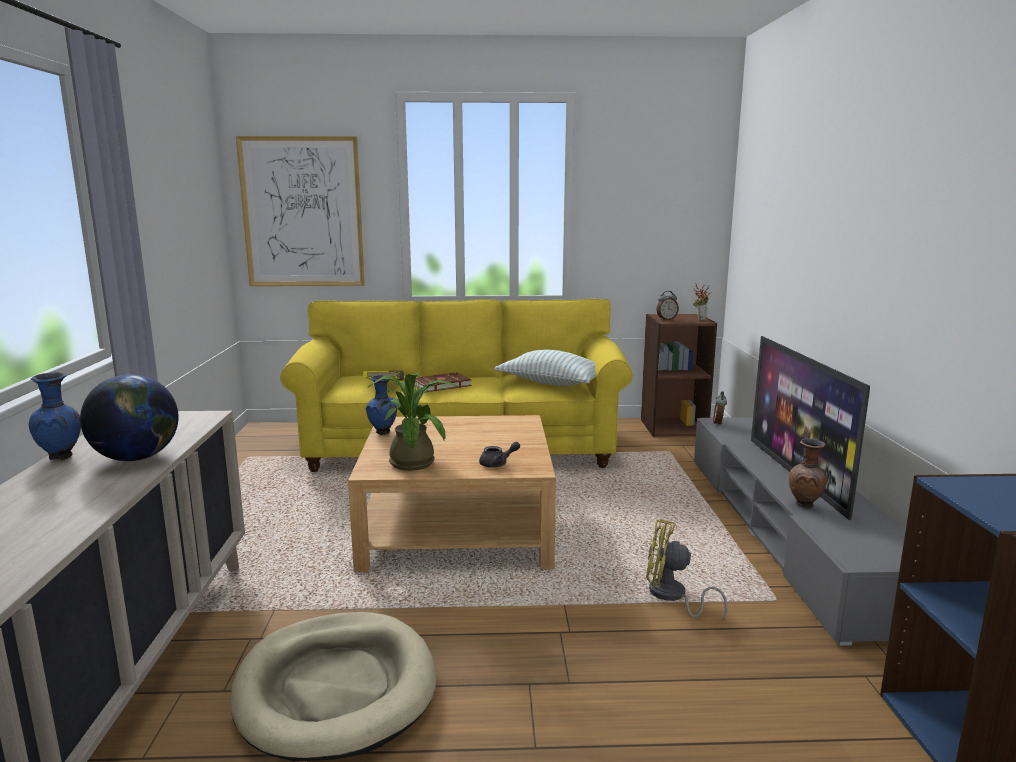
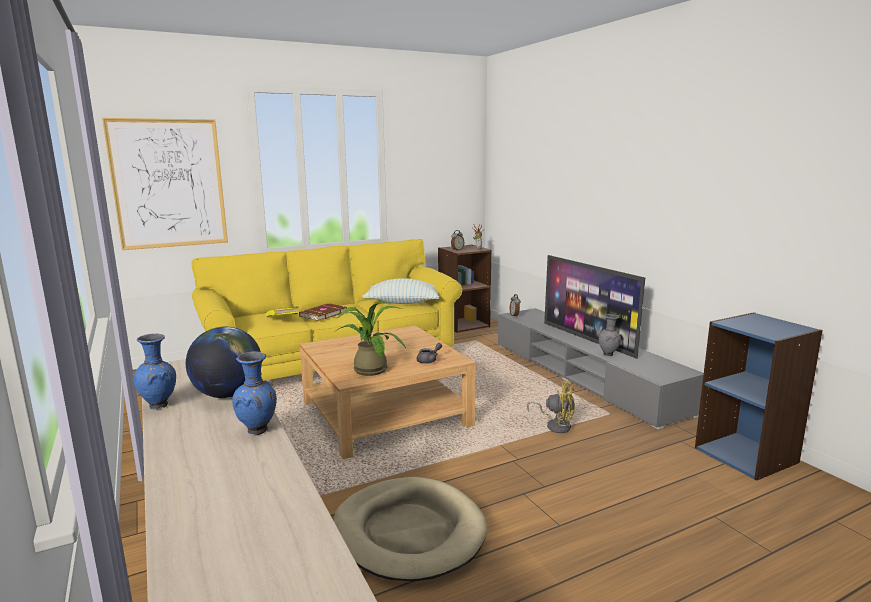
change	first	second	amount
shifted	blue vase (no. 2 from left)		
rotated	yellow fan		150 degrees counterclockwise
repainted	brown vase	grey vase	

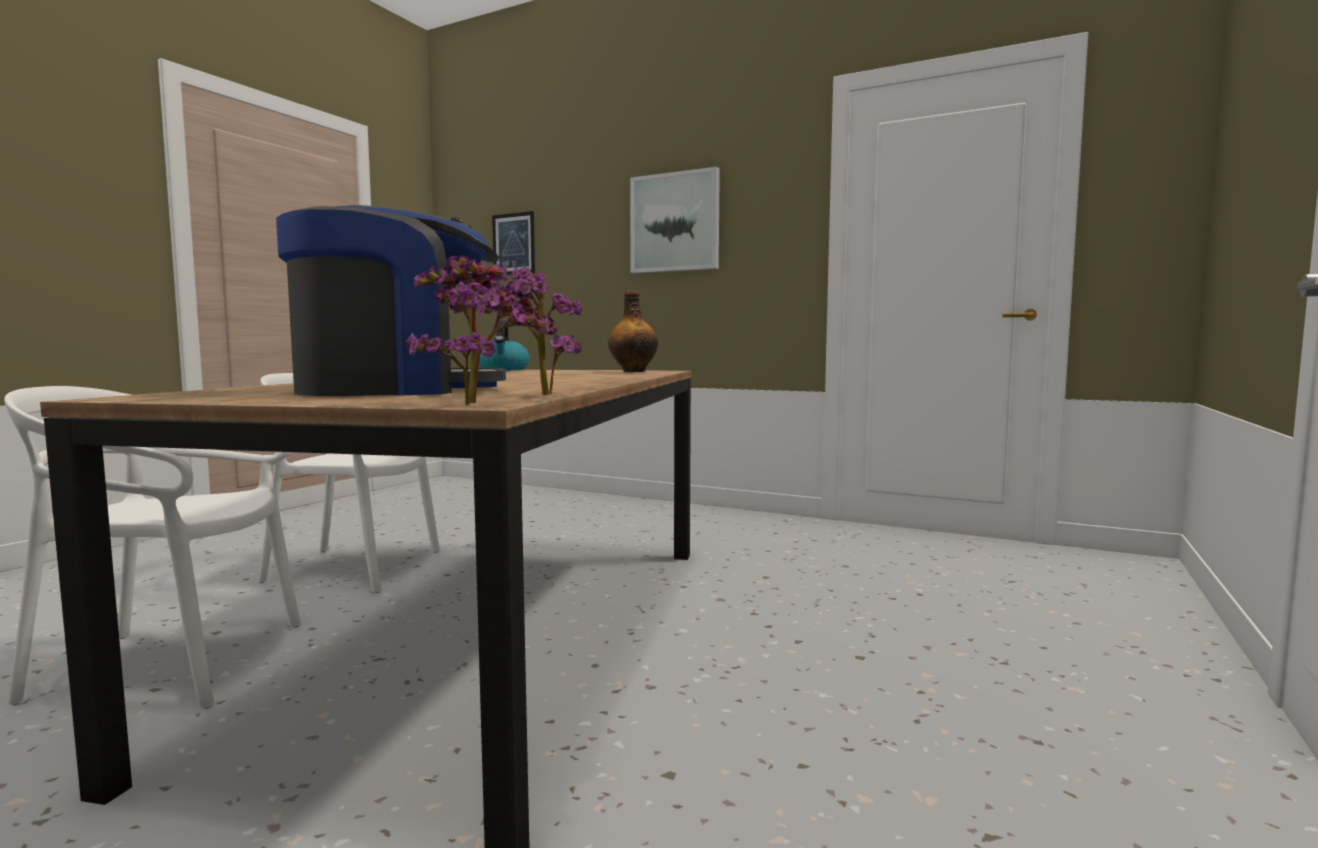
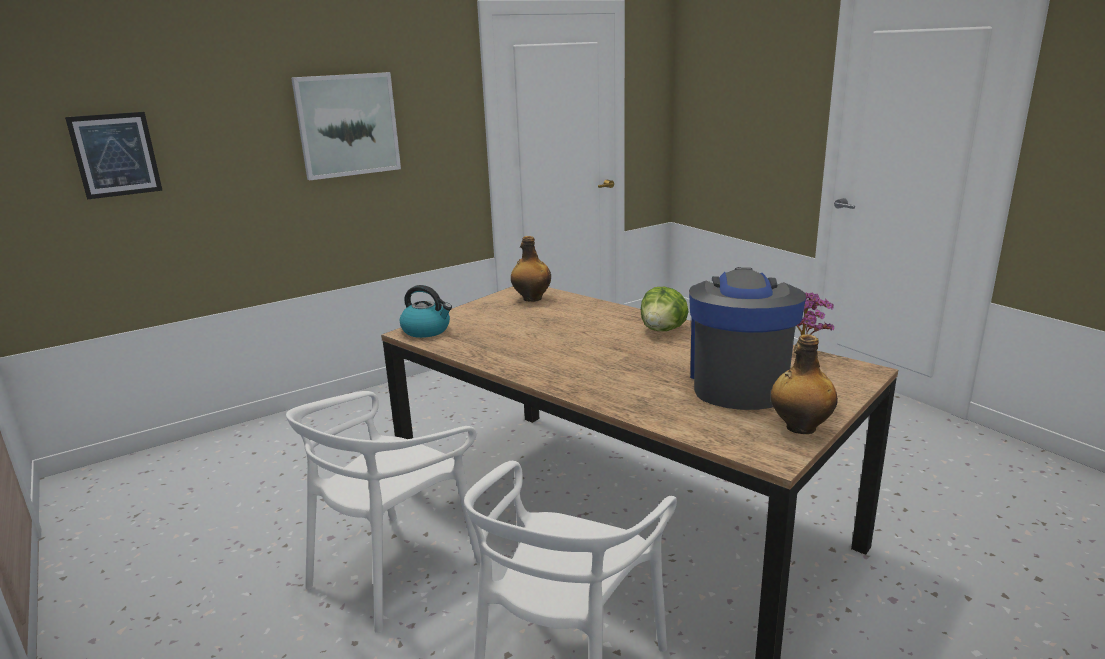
change	first	second	amount
gone	potted plant (no. 1 from left)		
new		lettuce	
new		bottle (no. 2 from left)	

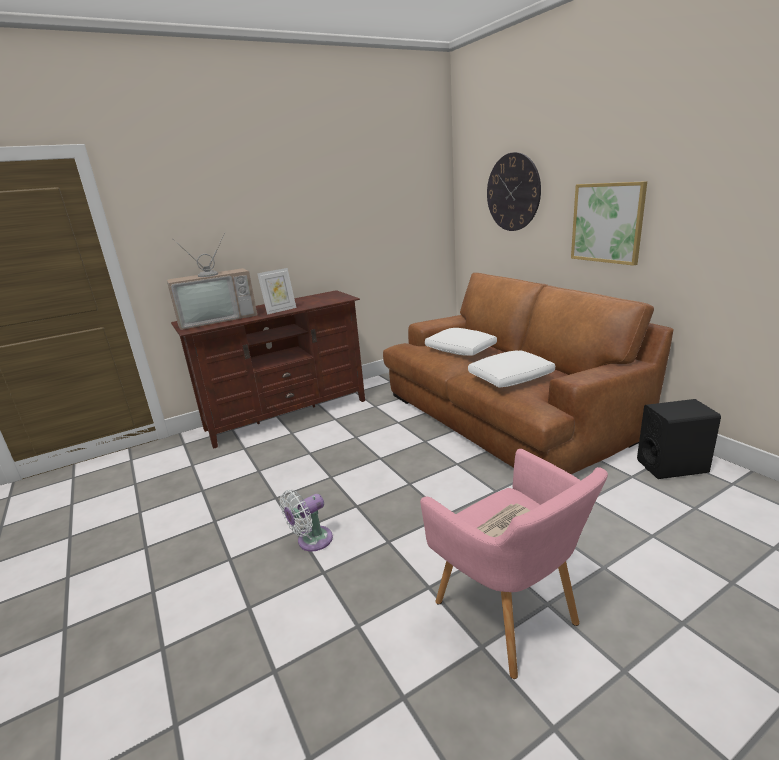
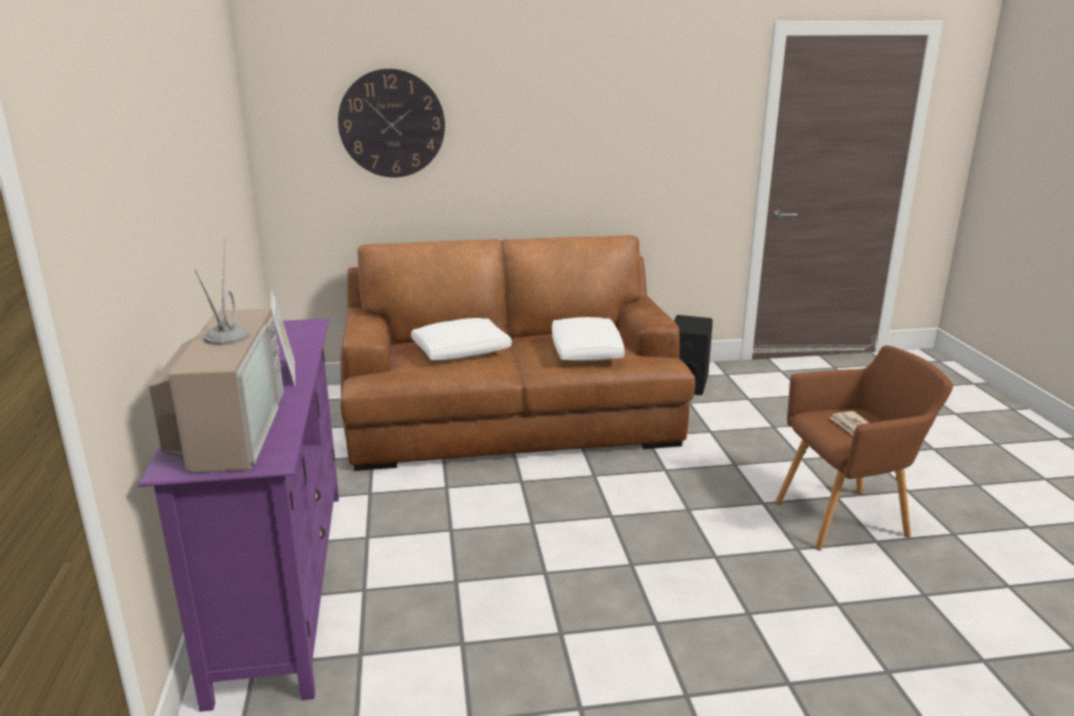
change	first	second	amount
repainted	brown tv stand	purple tv stand	
gone	white fan		
repainted	pink armchair	brown armchair	
gone	picture		

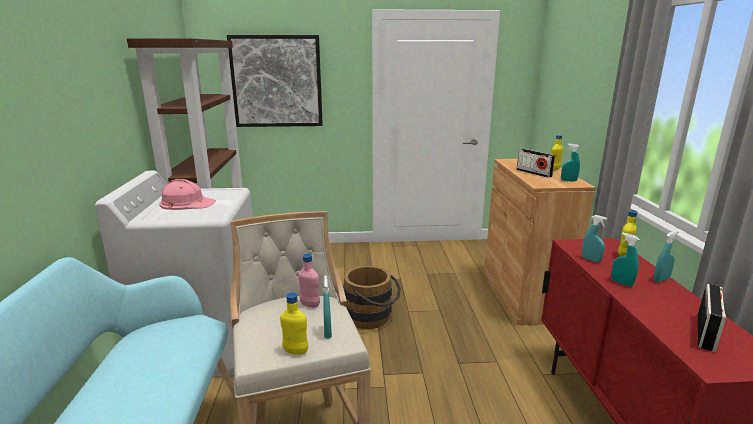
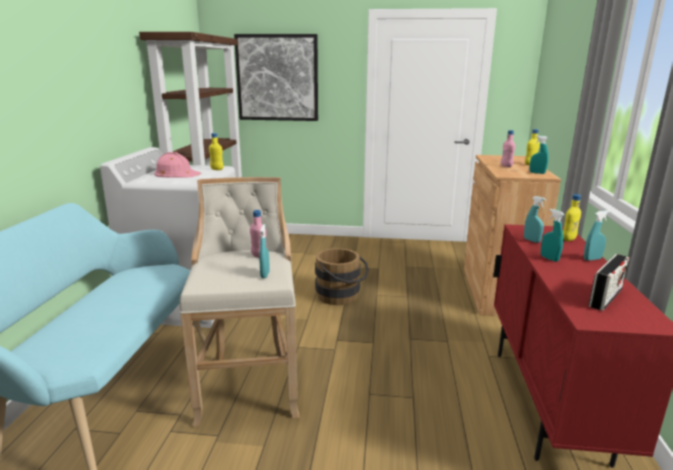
change	first	second	amount
shifted	yellow bottle (no. 1 from left)		
swapped	radio (no. 1 from left)	pink bottle (no. 2 from left)	

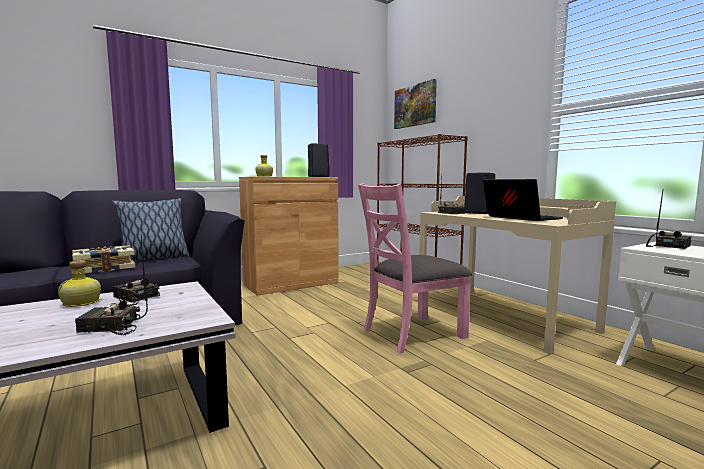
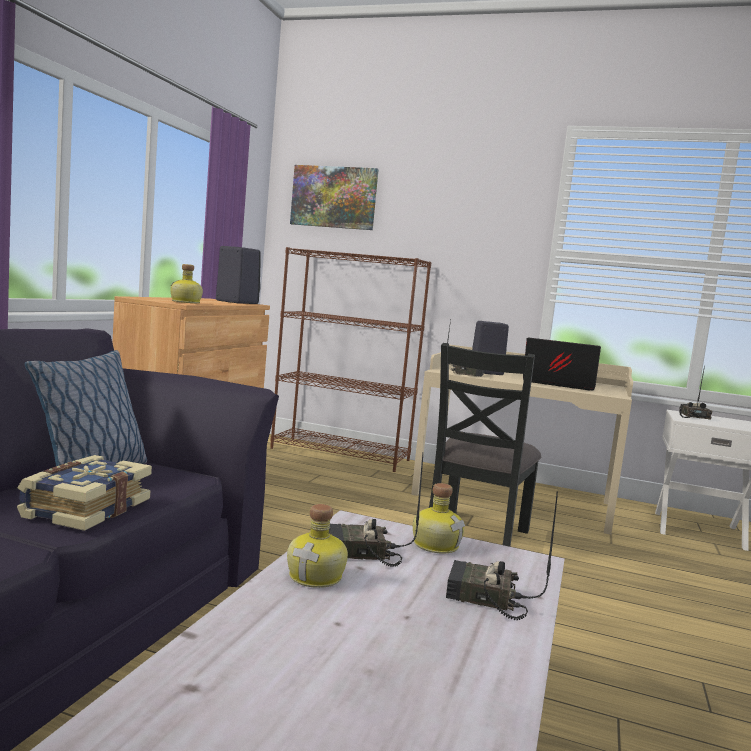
change	first	second	amount
rotated	radio (no. 1 from left in the first image)	radio (no. 3 from left)	60 degrees clockwise
repainted	pink chair	black chair	
new		bottle (no. 3 from left)	

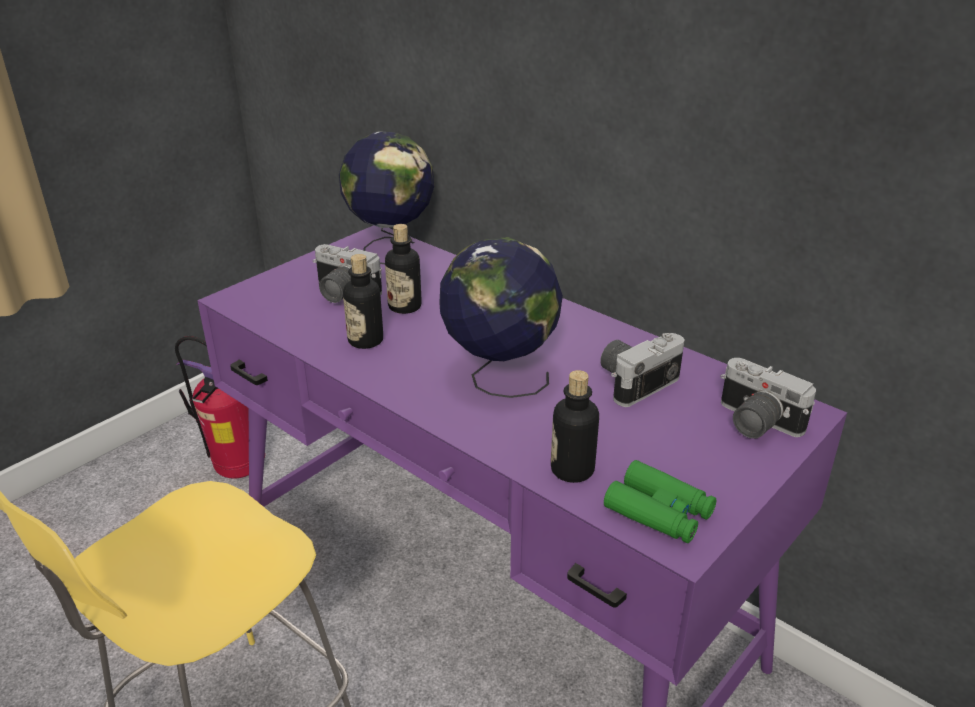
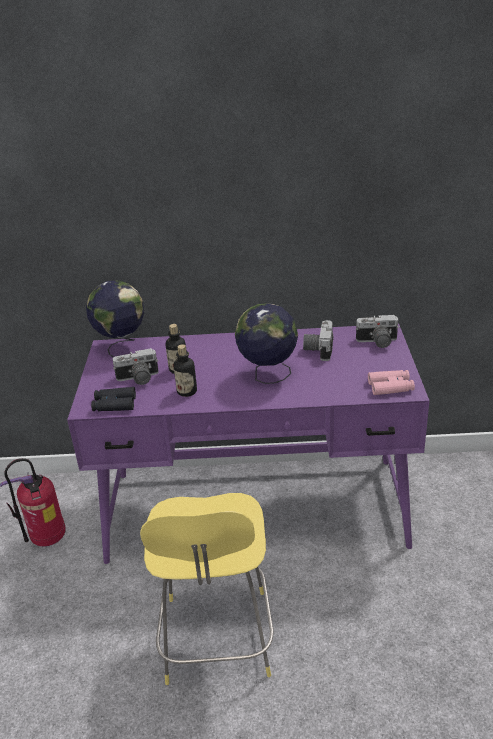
change	first	second	amount
gone	bottle (no. 3 from left)		
repainted	green binoculars	pink binoculars	
new		black binoculars	

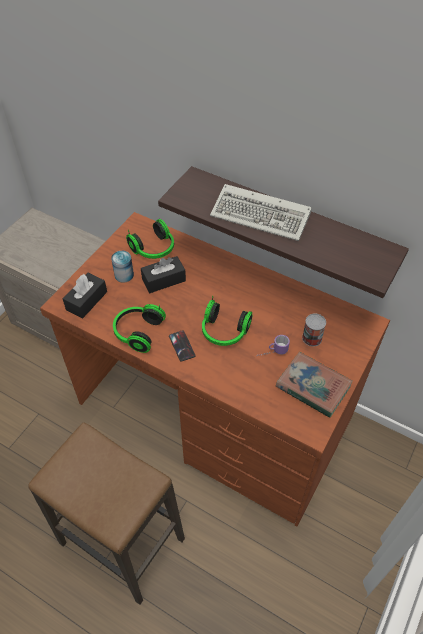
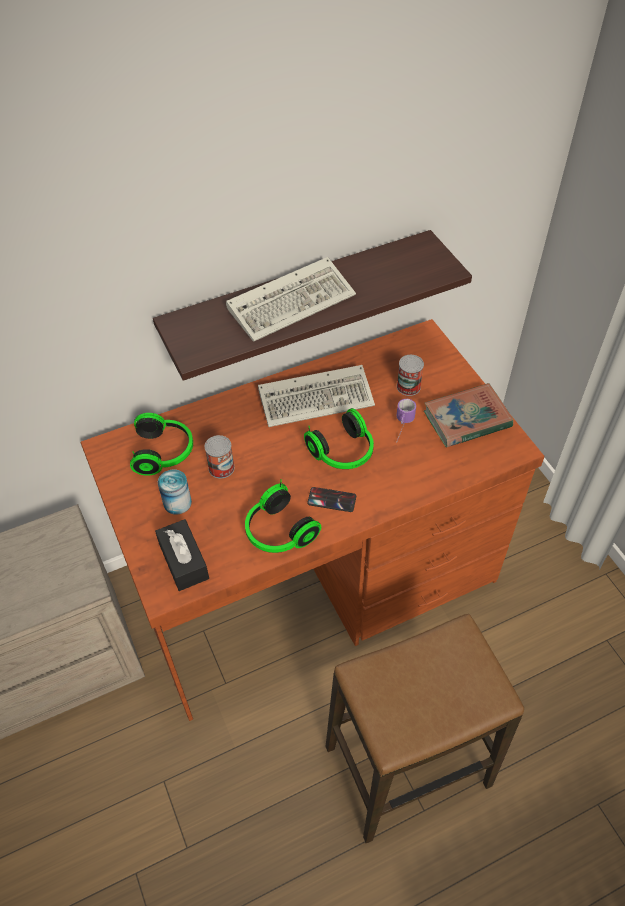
change	first	second	amount
swapped	black tissue box (no. 2 from left)	can (no. 2 from left)	
new		keyboard (no. 2 from left)	

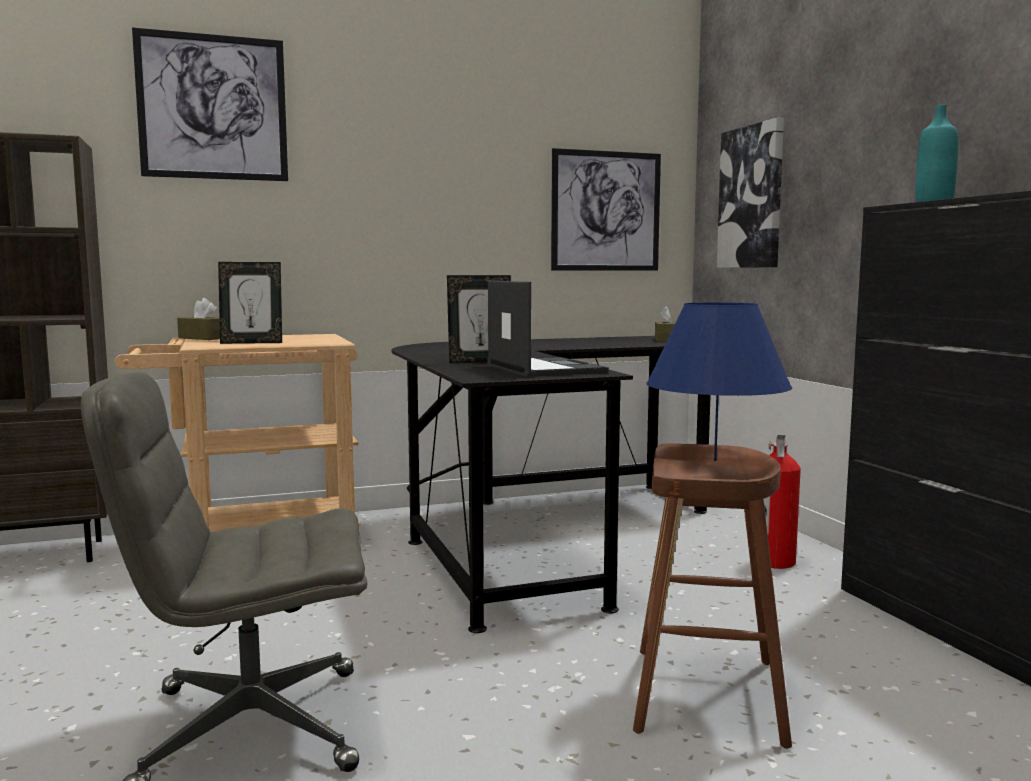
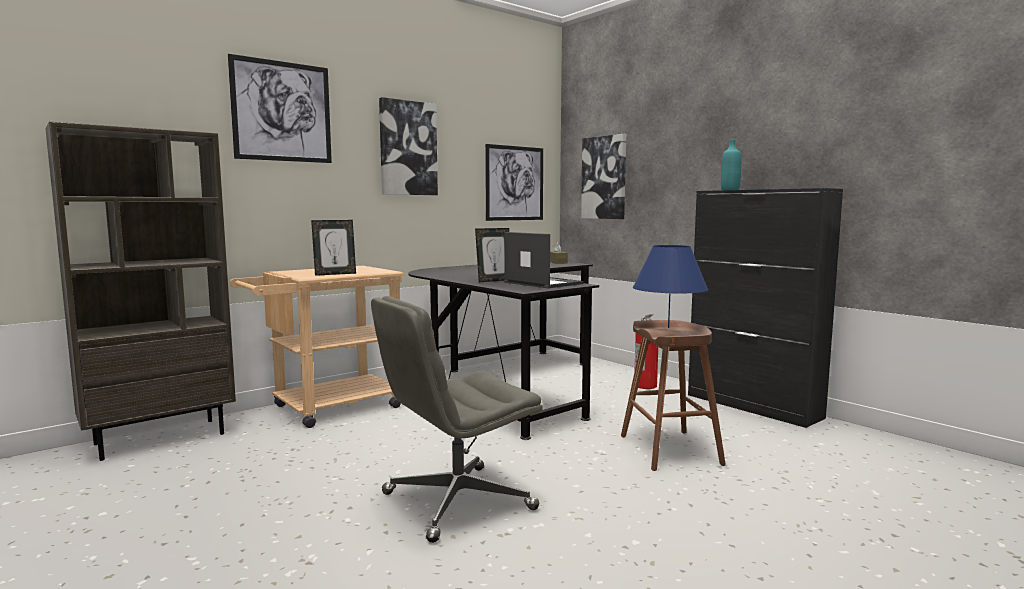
change	first	second	amount
gone	brown tissue box (no. 1 from left)		
new		picture (no. 2 from left)	

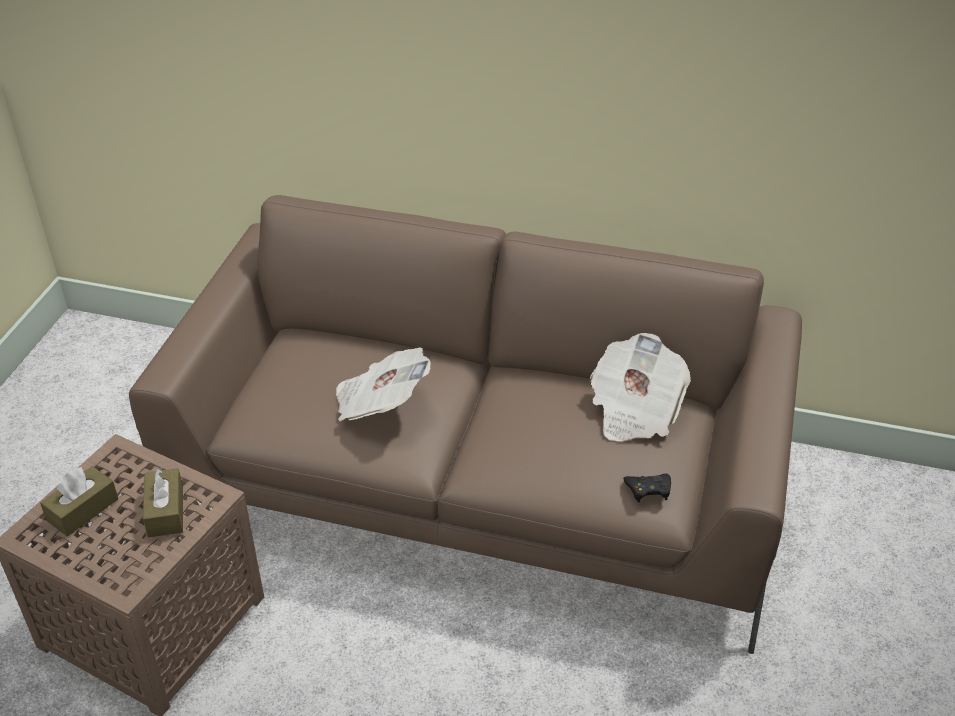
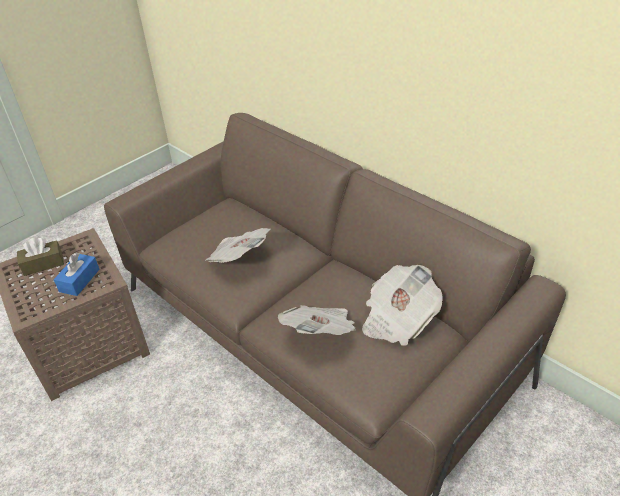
change	first	second	amount
repainted	brown tissue box (no. 2 from left)	blue tissue box	
gone	black game controller		
new		newspaper (no. 2 from left)	

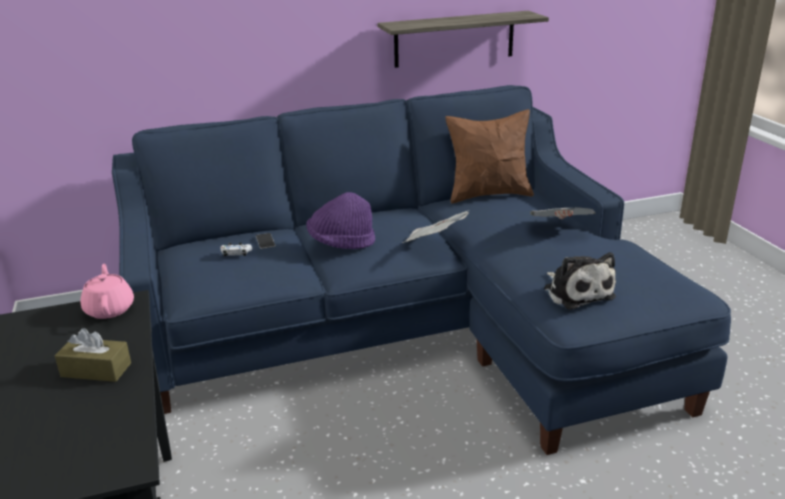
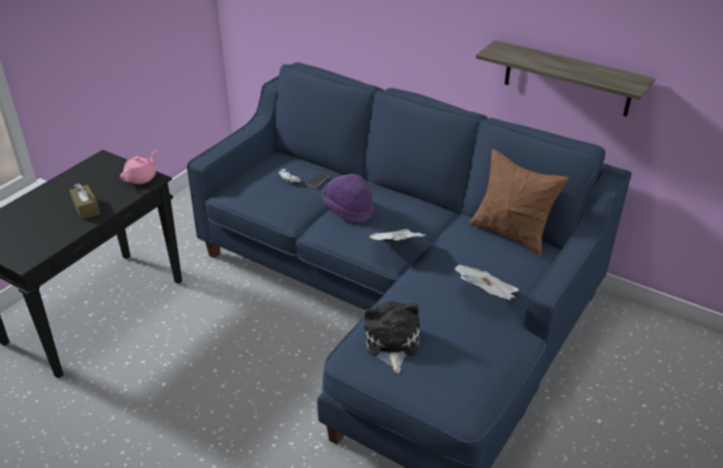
change	first	second	amount
rotated	plush toy		150 degrees clockwise

